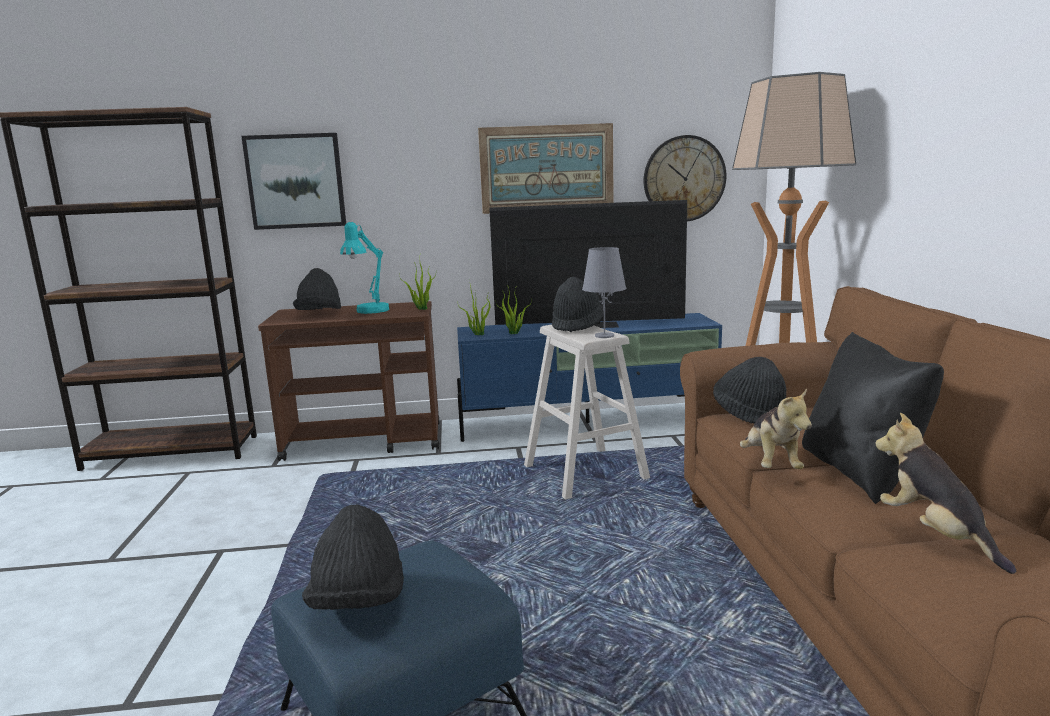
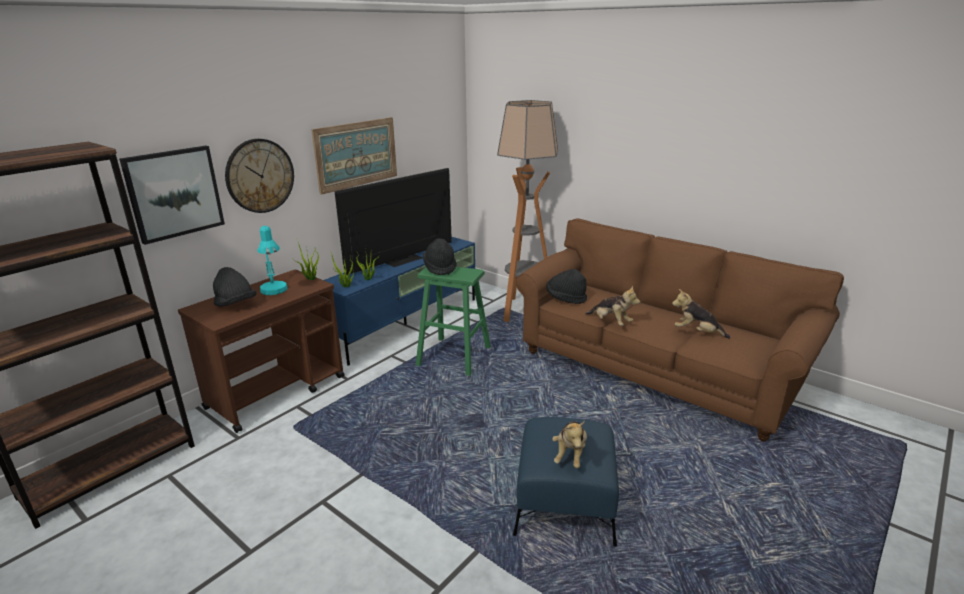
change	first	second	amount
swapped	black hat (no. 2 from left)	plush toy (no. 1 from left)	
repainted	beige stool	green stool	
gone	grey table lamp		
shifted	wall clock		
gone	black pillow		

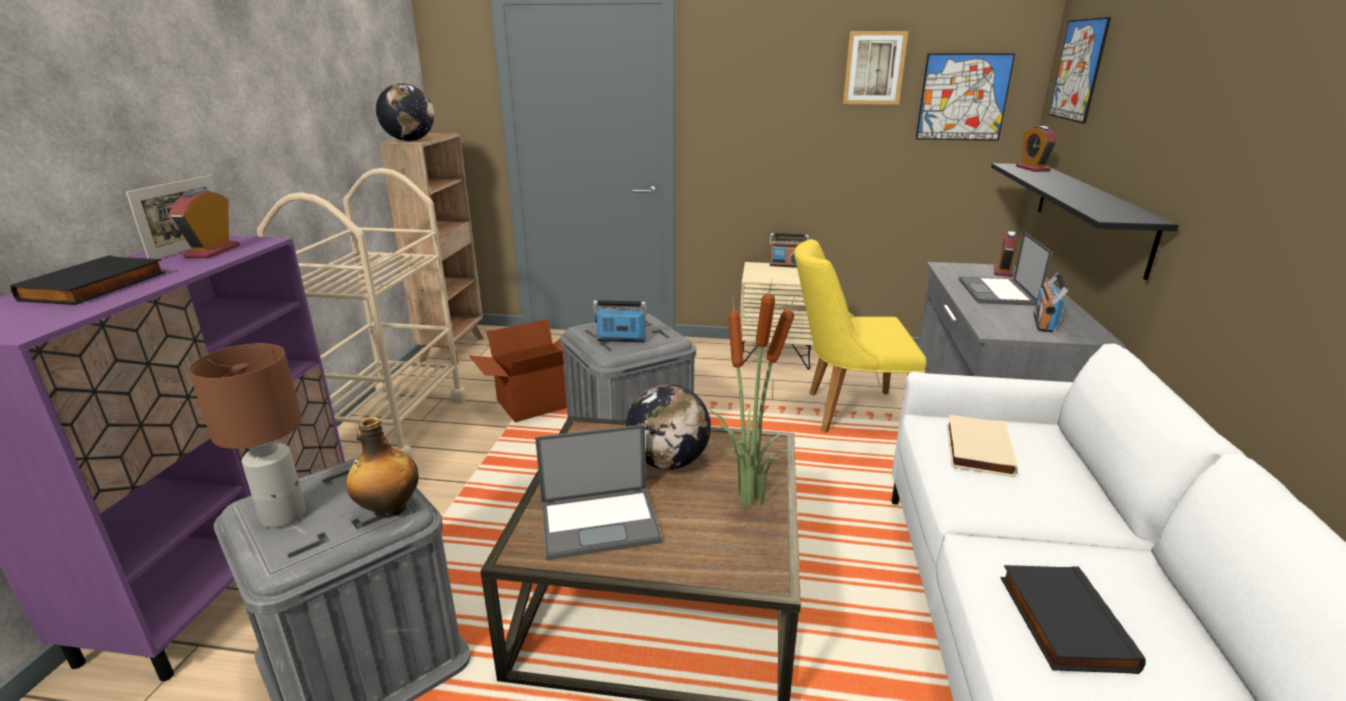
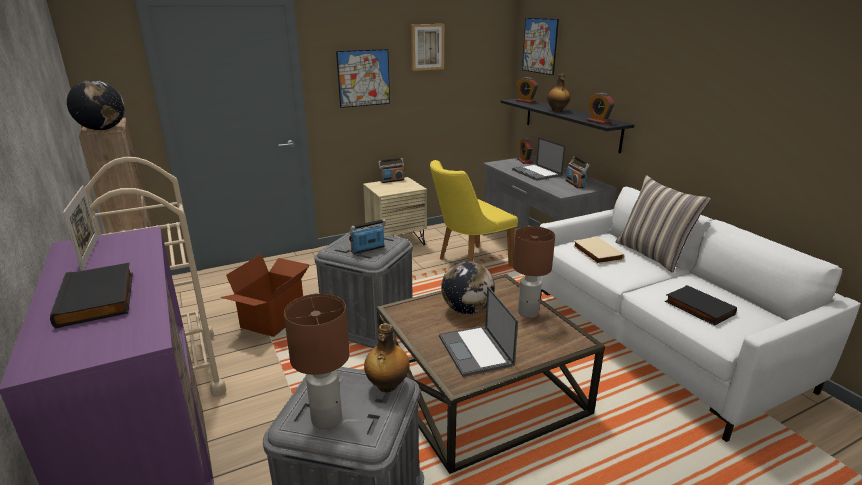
change	first	second	amount
shifted	alarm clock (no. 1 from left in the first image)	alarm clock (no. 3 from left)	
rotated	laptop (no. 1 from left)		120 degrees clockwise
swapped	potted plant	brown table lamp (no. 2 from left)	
shifted	picture (no. 2 from left in the first image)	picture (no. 1 from left)	
new		bottle (no. 2 from left)	
new		pillow	

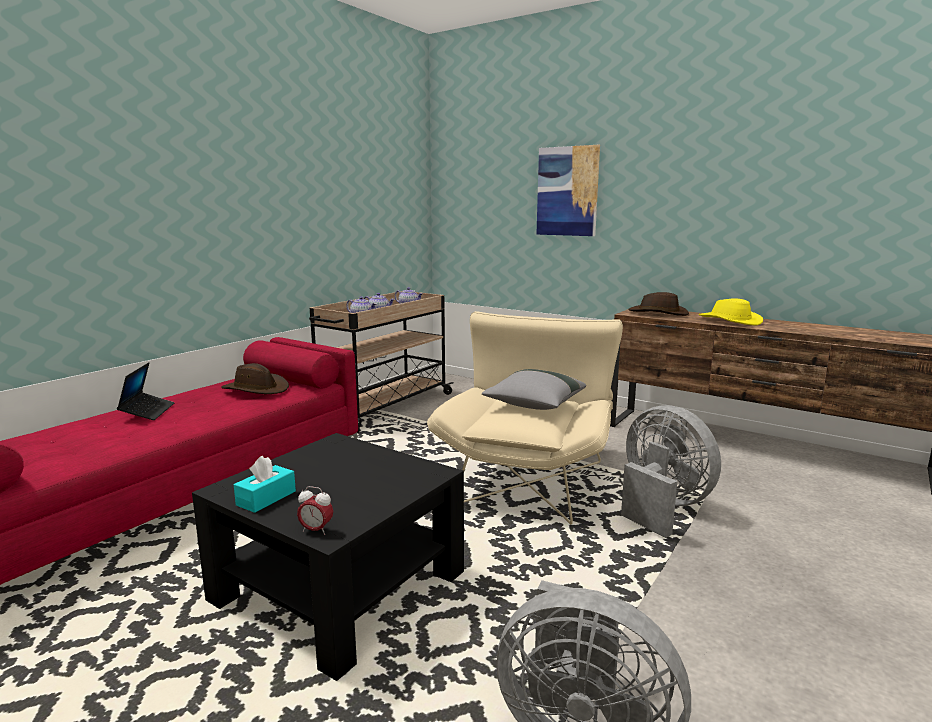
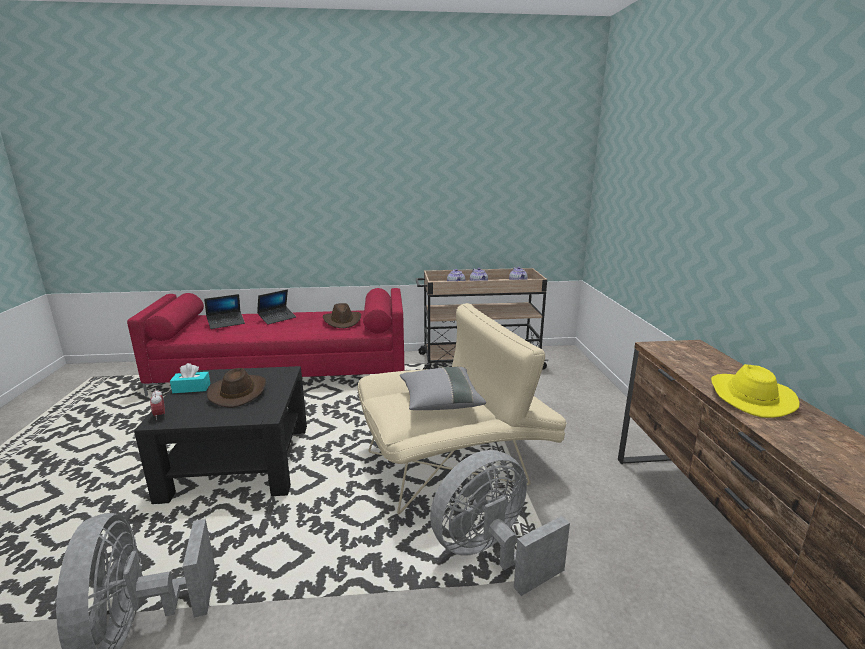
change	first	second	amount
gone	picture		
rotated	grey fan (no. 2 from left)		135 degrees counterclockwise
shifted	brown hat (no. 2 from left in the first image)	brown hat (no. 1 from left)	
new		laptop (no. 1 from left)	

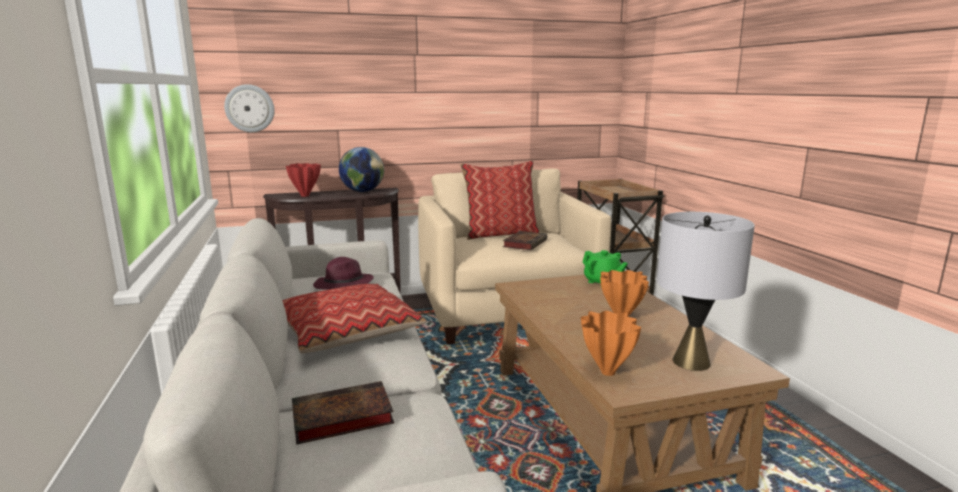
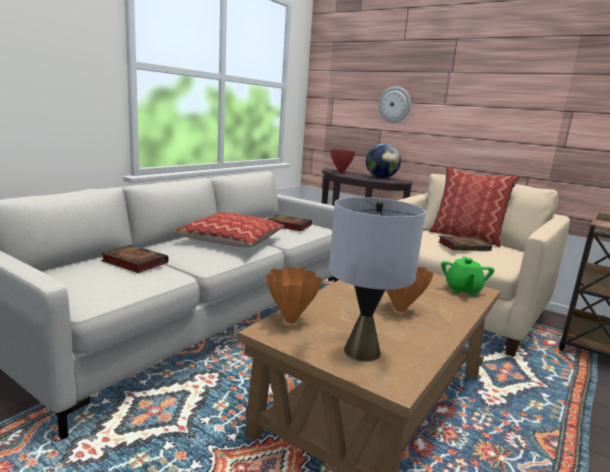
change	first	second	amount
shifted	wall clock		
swapped	purple hat	book (no. 2 from left)	

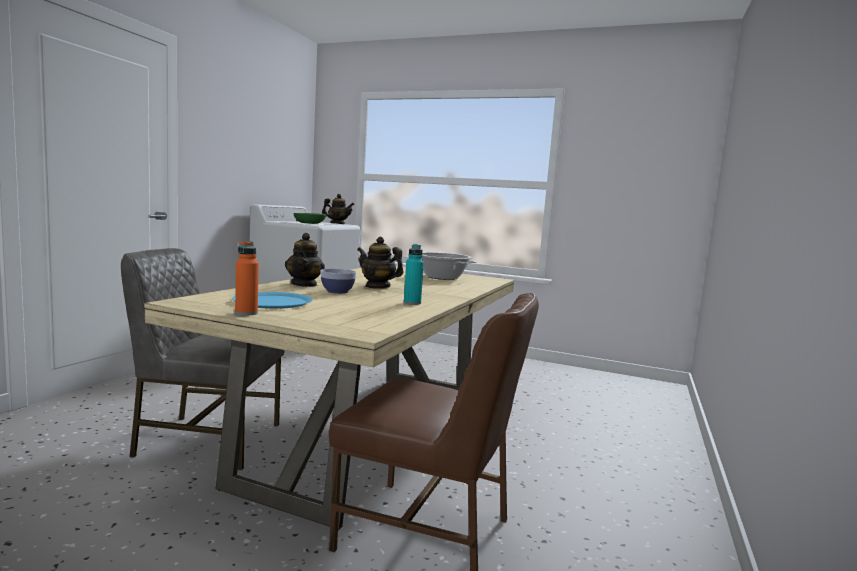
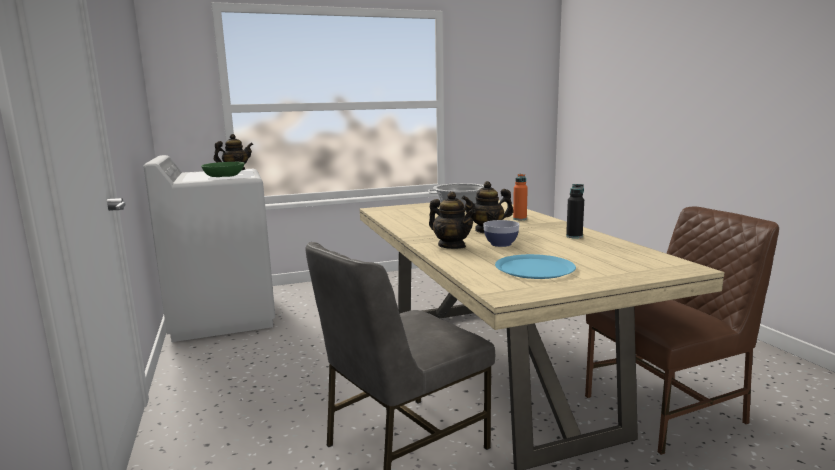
change	first	second	amount
shifted	orange bottle		
repainted	turquoise bottle	black bottle	

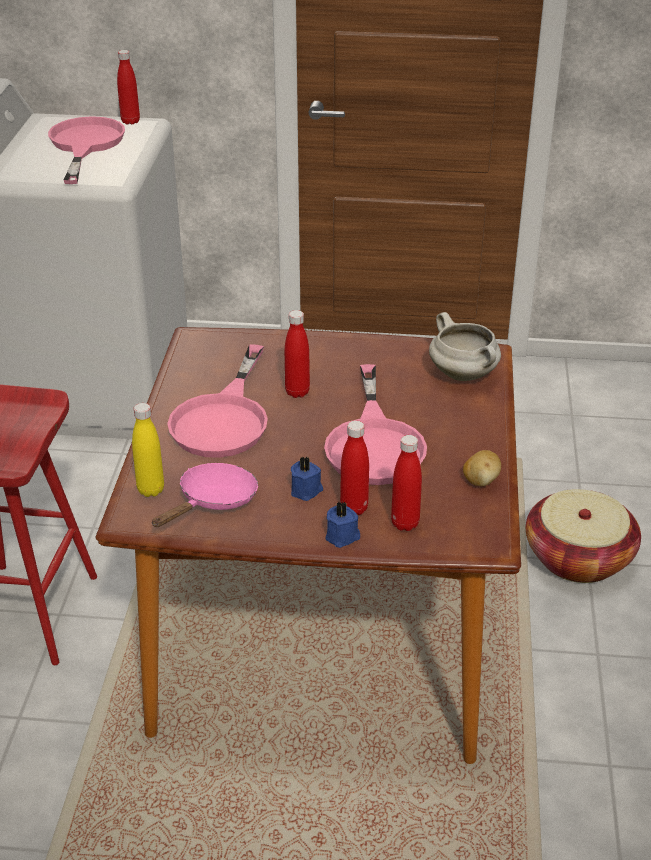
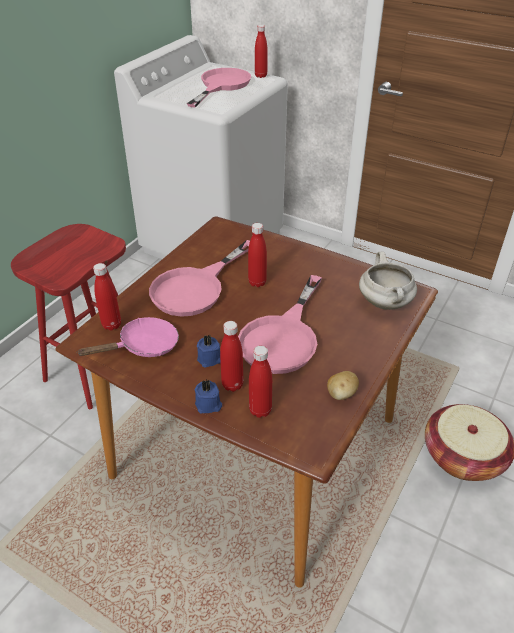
change	first	second	amount
repainted	yellow bottle	red bottle (no. 1 from left)	

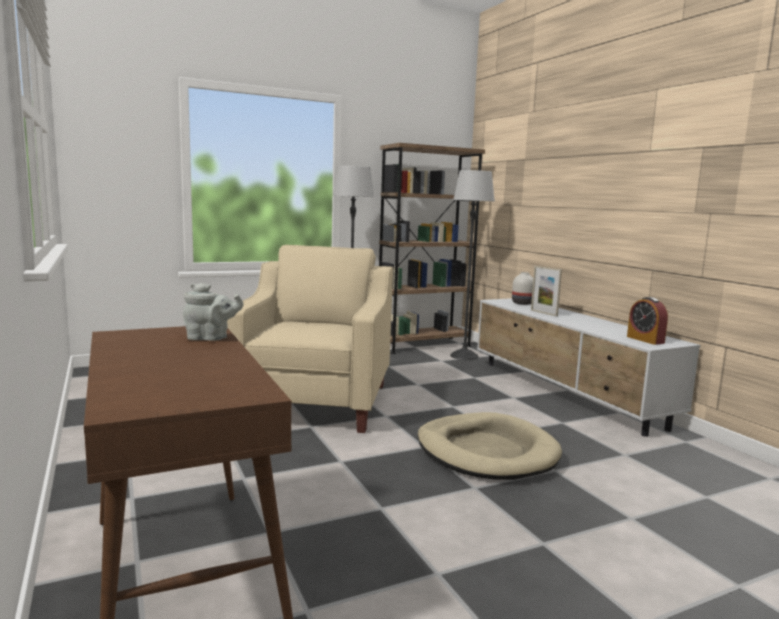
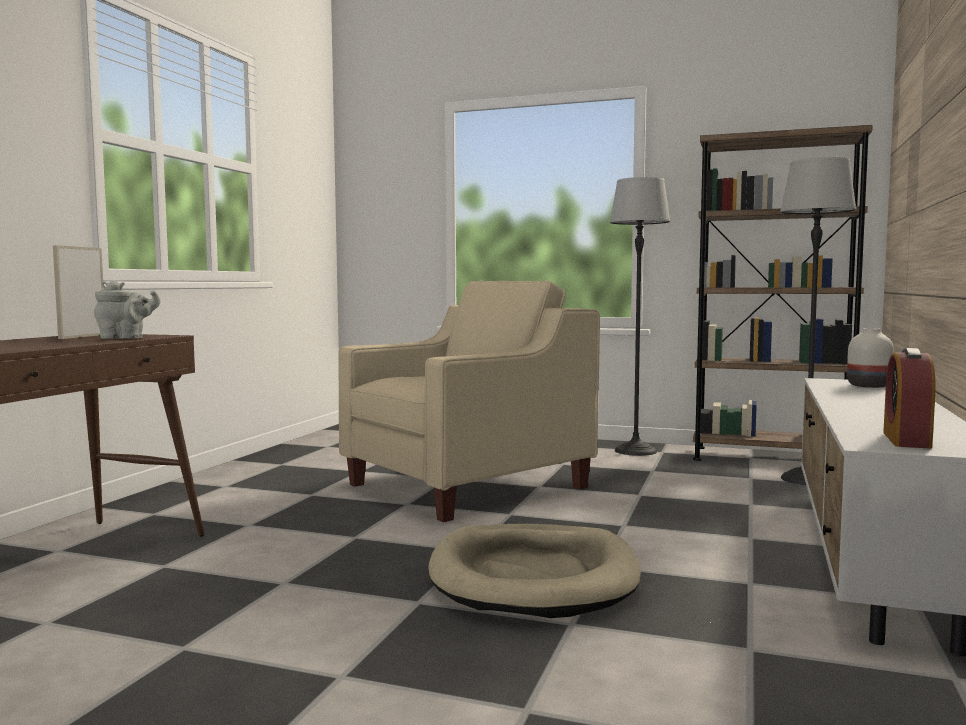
change	first	second	amount
rotated	grey teapot		60 degrees counterclockwise
shifted	picture frame		

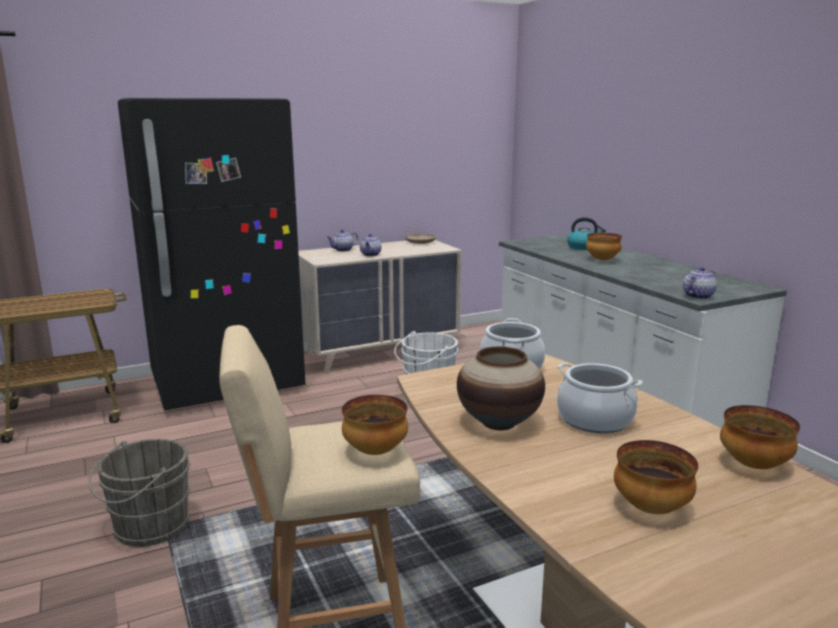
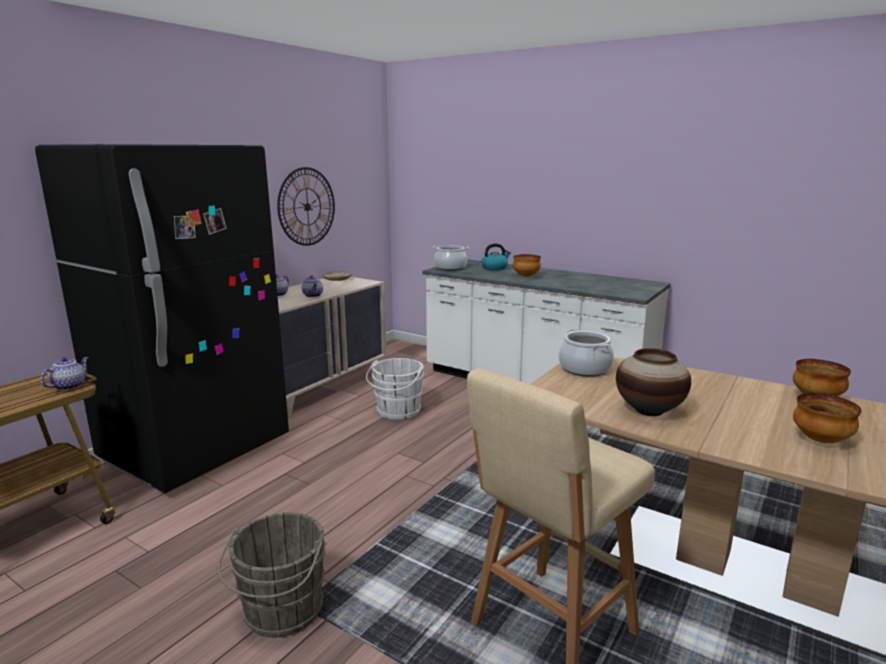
change	first	second	amount
gone	bowl (no. 1 from left)		
shifted	cooking pot (no. 2 from left in the first image)	cooking pot (no. 1 from left)	
shifted	teapot (no. 3 from left in the first image)	teapot (no. 1 from left)	
new		wall clock	

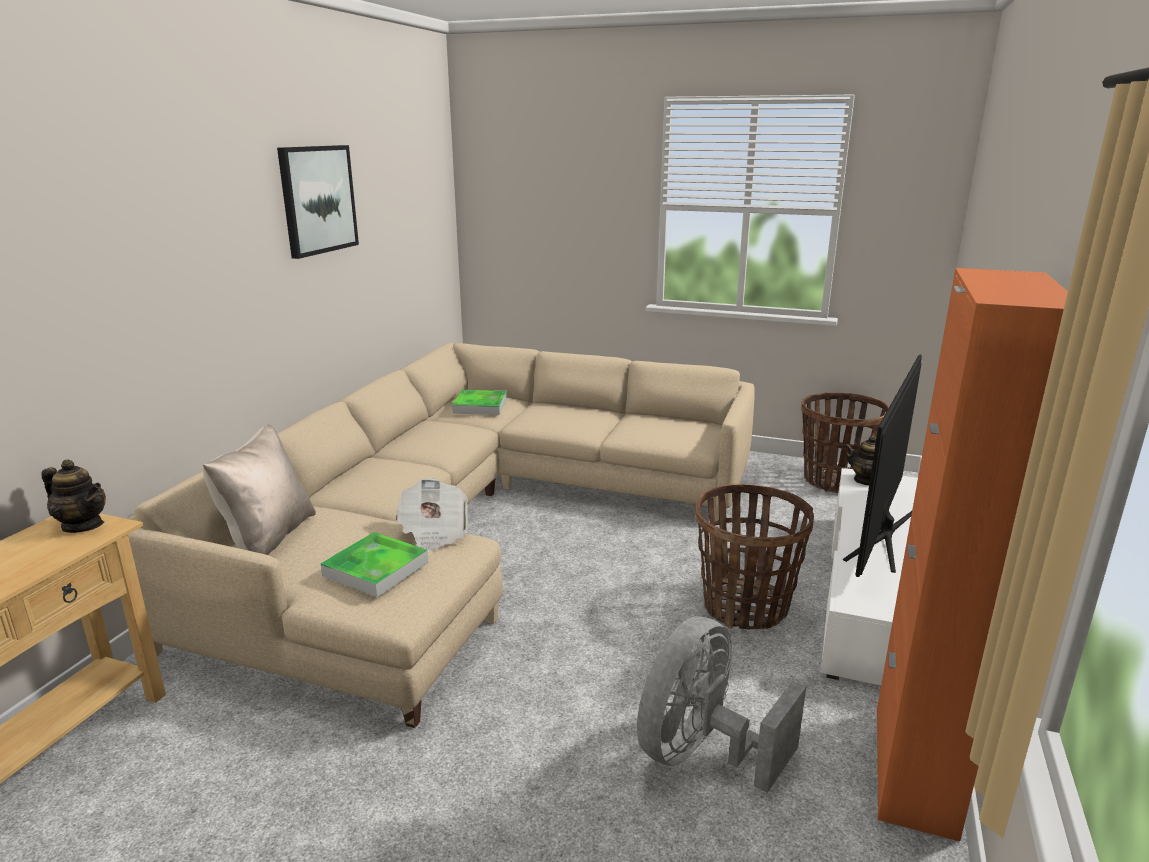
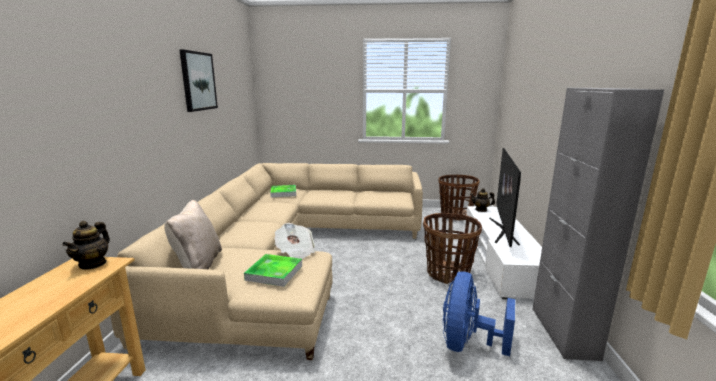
change	first	second	amount
rotated	teapot (no. 1 from left)		90 degrees clockwise
repainted	grey fan	blue fan	
repainted	orange cabinet	grey cabinet	

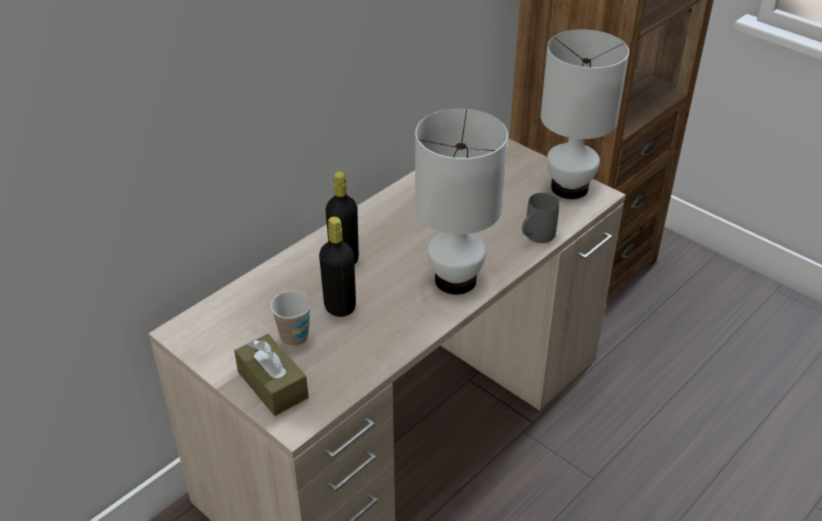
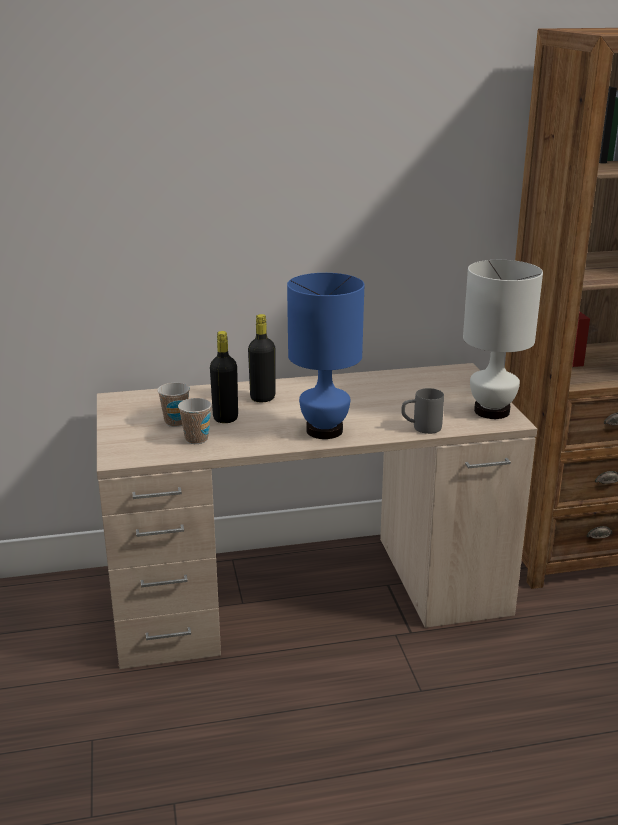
change	first	second	amount
gone	brown tissue box		
repainted	white table lamp (no. 1 from left)	blue table lamp	
new		cup (no. 2 from left)	

